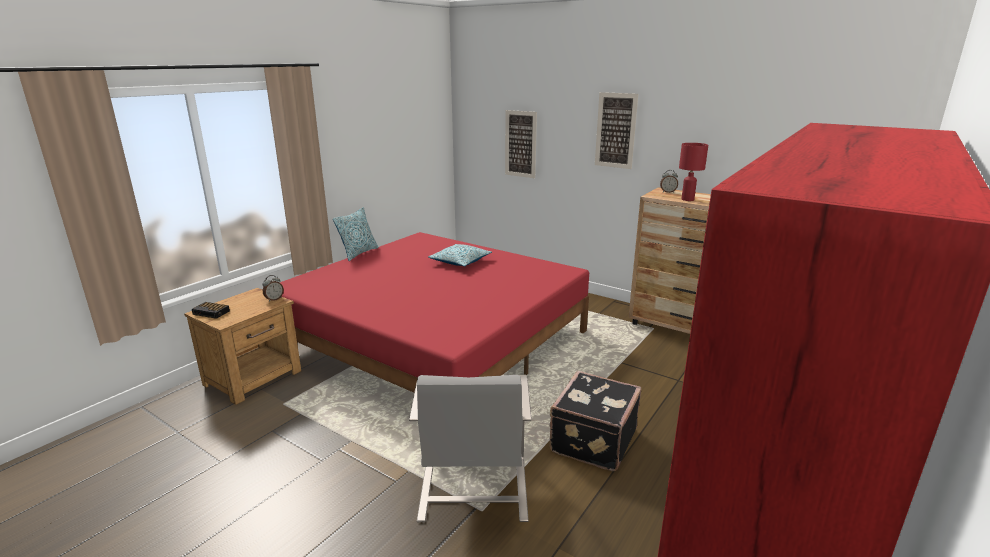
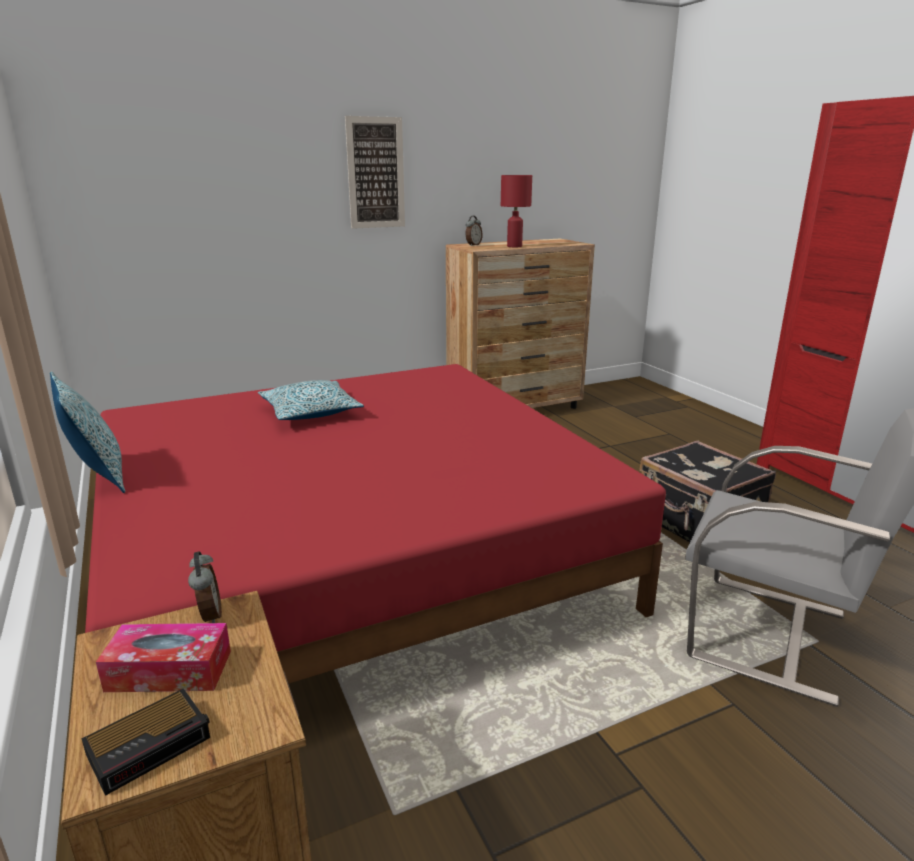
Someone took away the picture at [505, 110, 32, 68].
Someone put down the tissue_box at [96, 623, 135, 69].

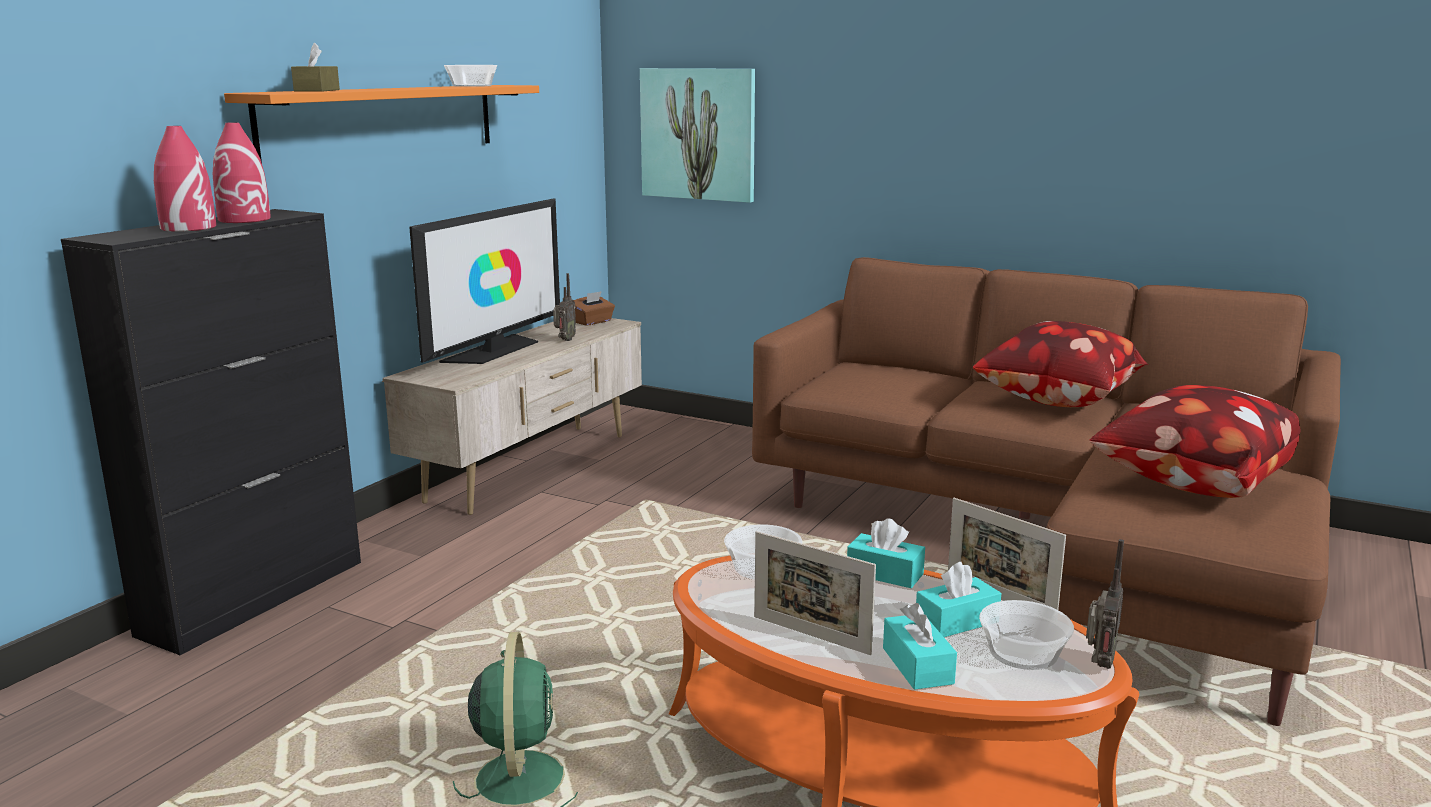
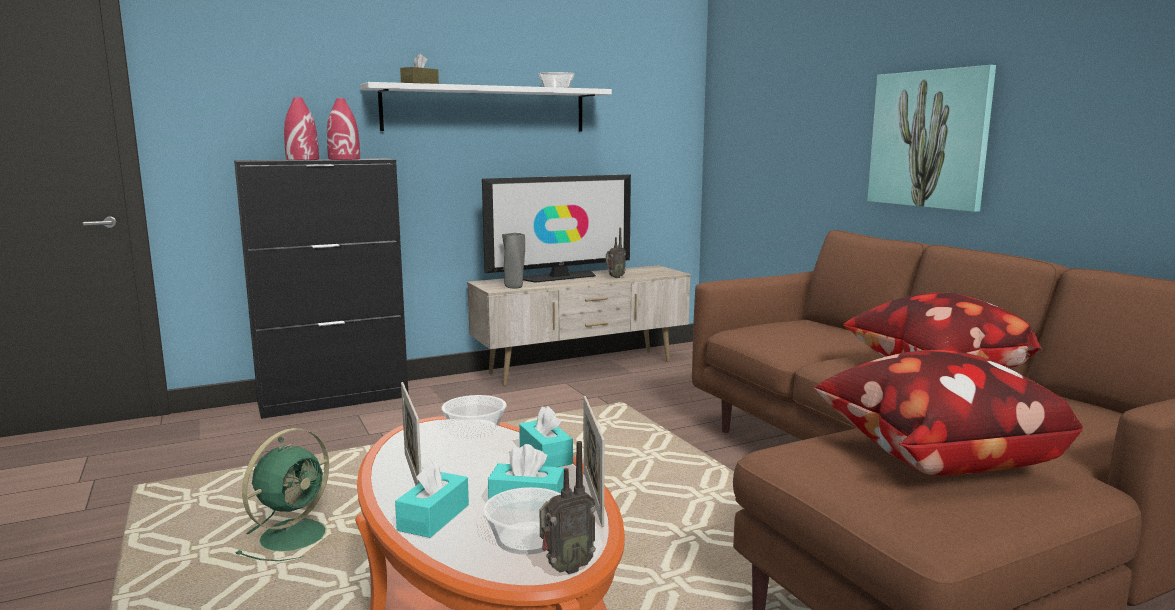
Someone carried the picture from [640, 68, 115, 135] to [867, 65, 129, 147].
Someone repainted the orange_shelf at [224, 85, 315, 78], which became the white_shelf at [360, 82, 252, 49].
Someone took away the brown_tissue_box at [574, 291, 41, 35].
Someone put down the grey_vase at [502, 233, 23, 55].

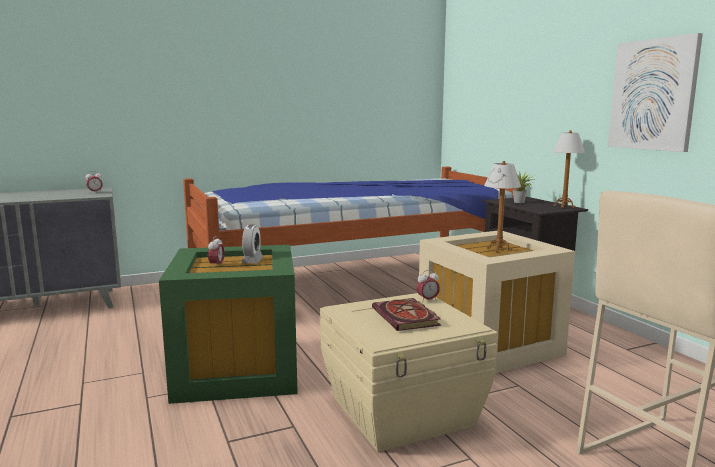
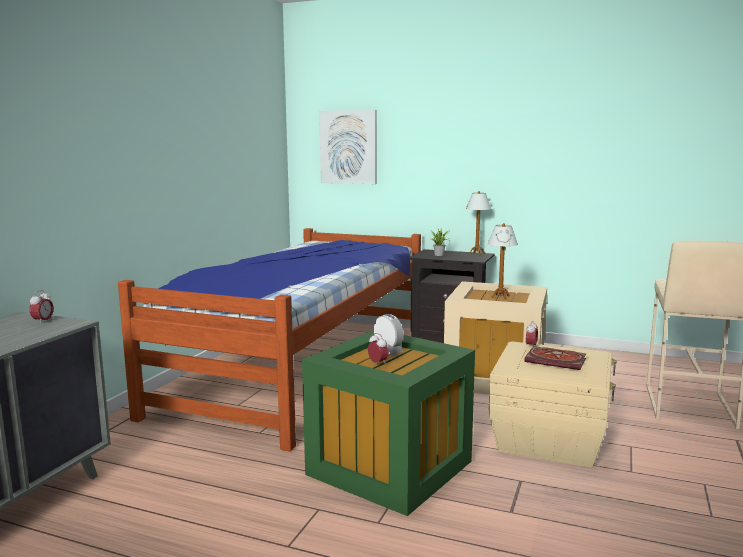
Someone carried the picture from [608, 33, 95, 119] to [319, 110, 58, 74].

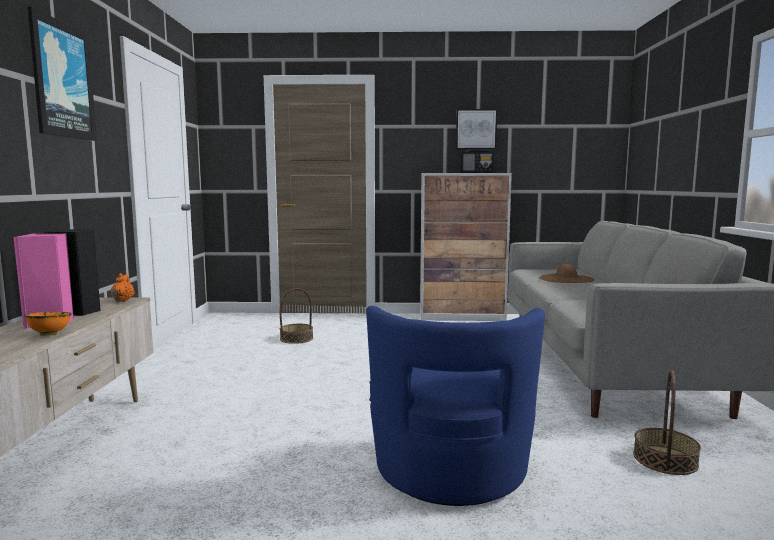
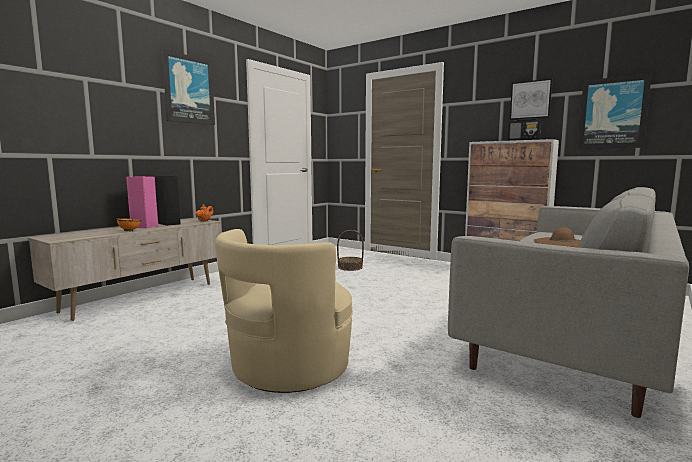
Someone repainted the blue_armchair at [366, 306, 179, 200], which became the beige_armchair at [215, 229, 138, 164].
Someone took away the basket at [633, 370, 68, 105].
Someone put up the picture at [578, 73, 74, 76].

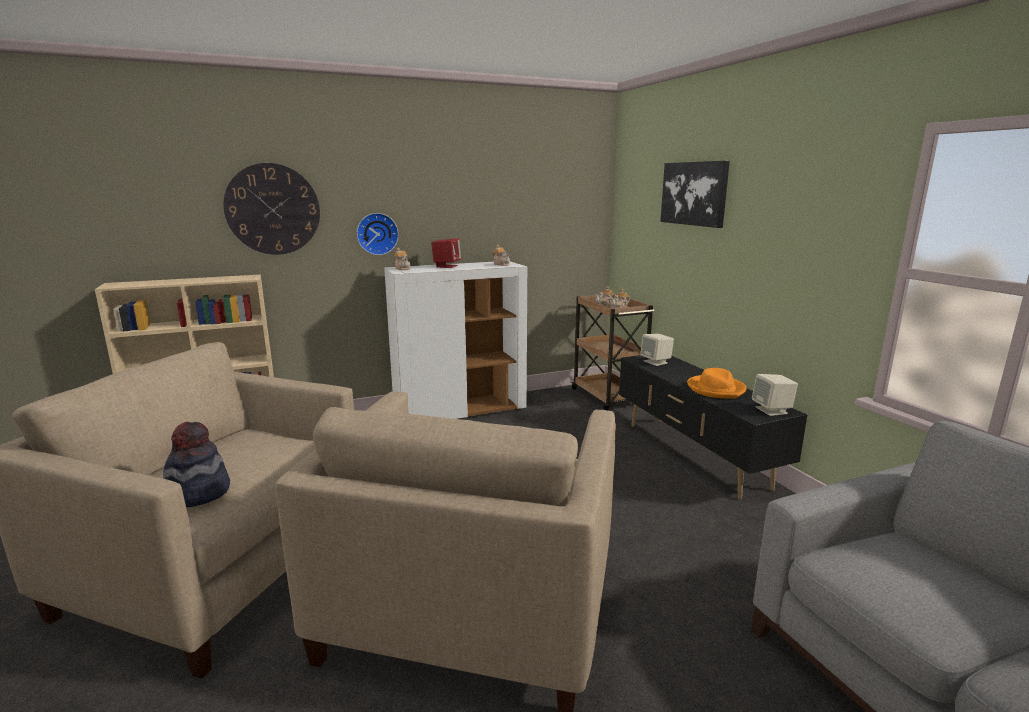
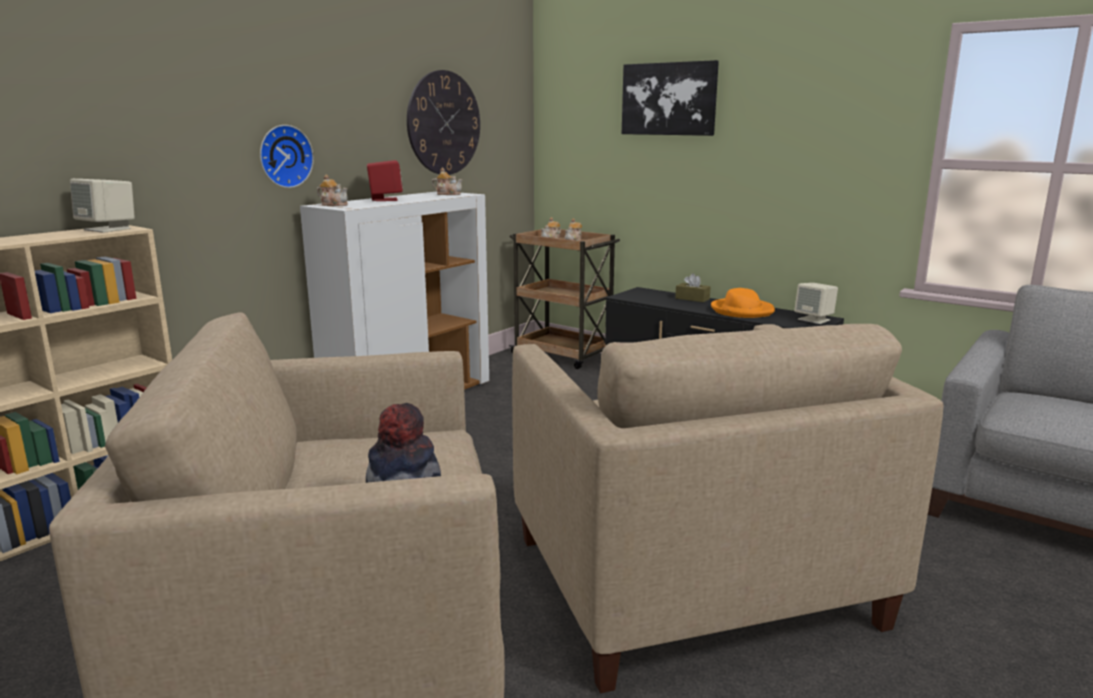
Someone carried the wall_clock from [223, 163, 97, 92] to [407, 70, 73, 105].
Someone carried the beige_speaker from [640, 334, 34, 32] to [70, 179, 65, 54].
Someone put down the brown_tissue_box at [675, 273, 35, 29].

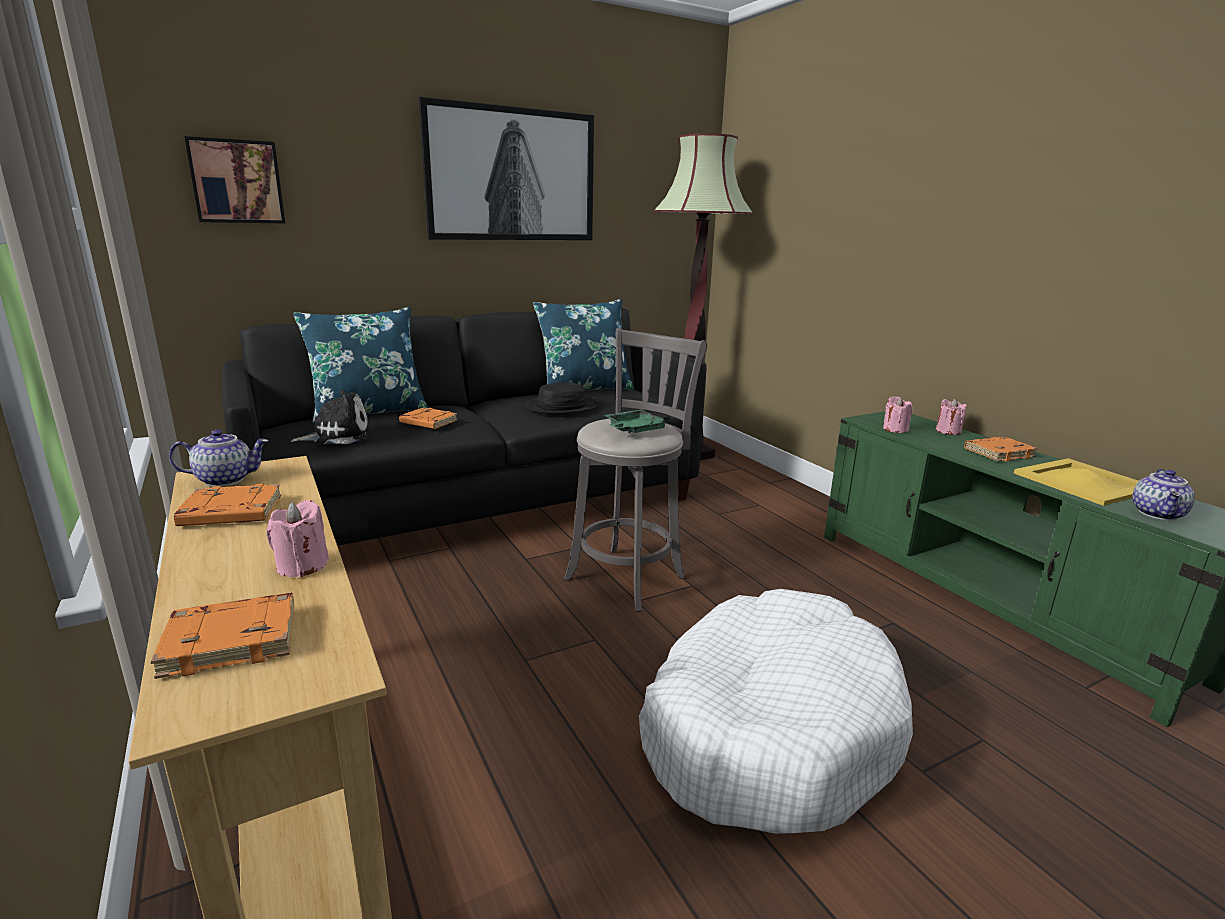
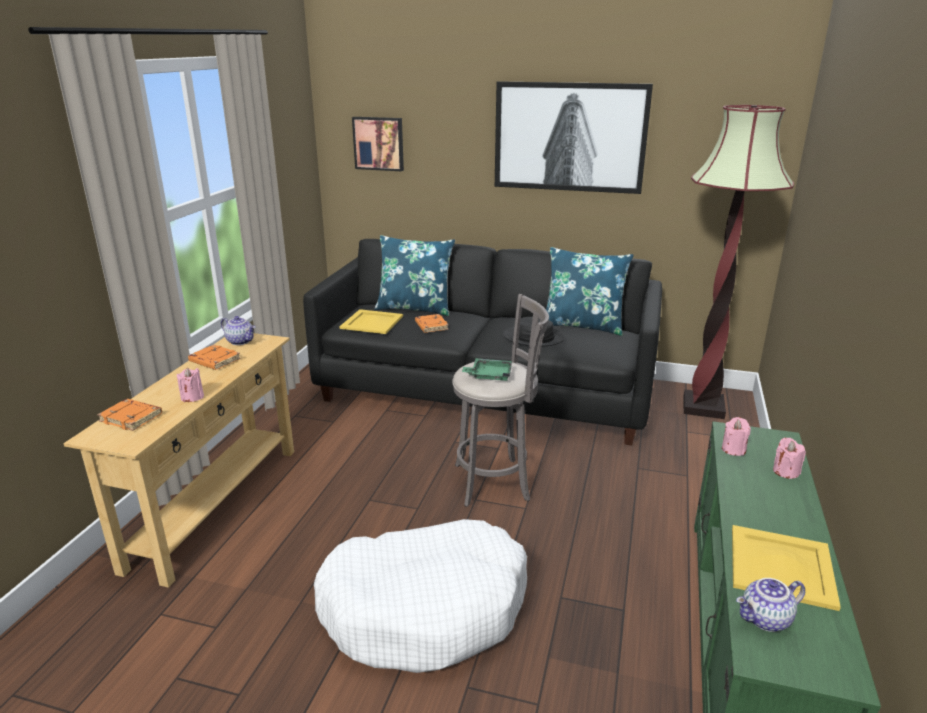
Someone swapped the plush_toy at [290, 390, 78, 54] for the yellow_tray at [339, 309, 64, 25].
Someone took away the orange_book at [964, 436, 74, 26].

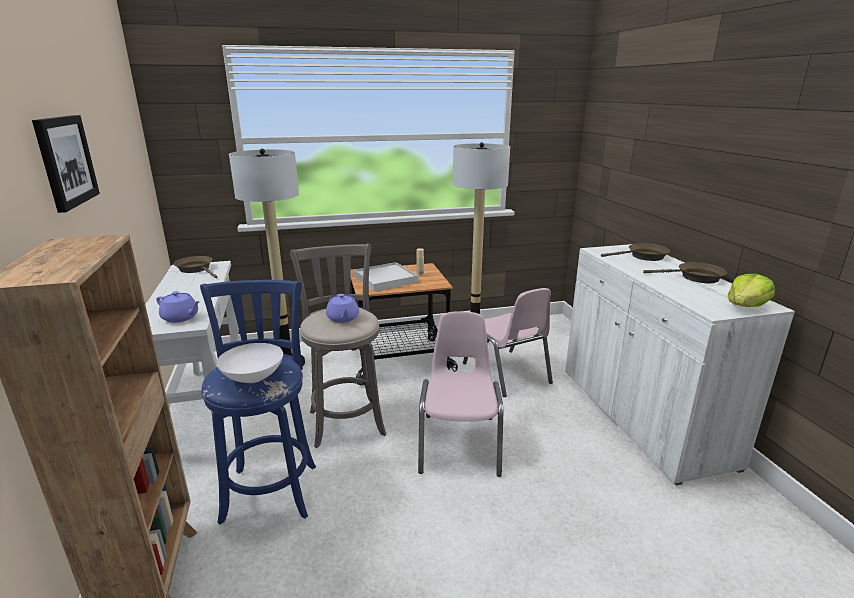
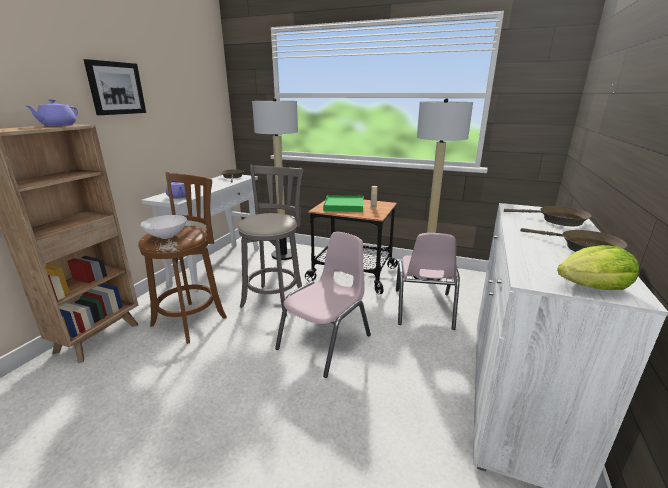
Someone repainted the white_tray at [354, 262, 64, 29], which became the green_tray at [323, 195, 40, 17].
Someone repainted the blue_stool at [200, 280, 116, 244], which became the brown_stool at [138, 172, 89, 172].
Someone carried the purple_teapot from [326, 294, 33, 29] to [26, 99, 52, 27].

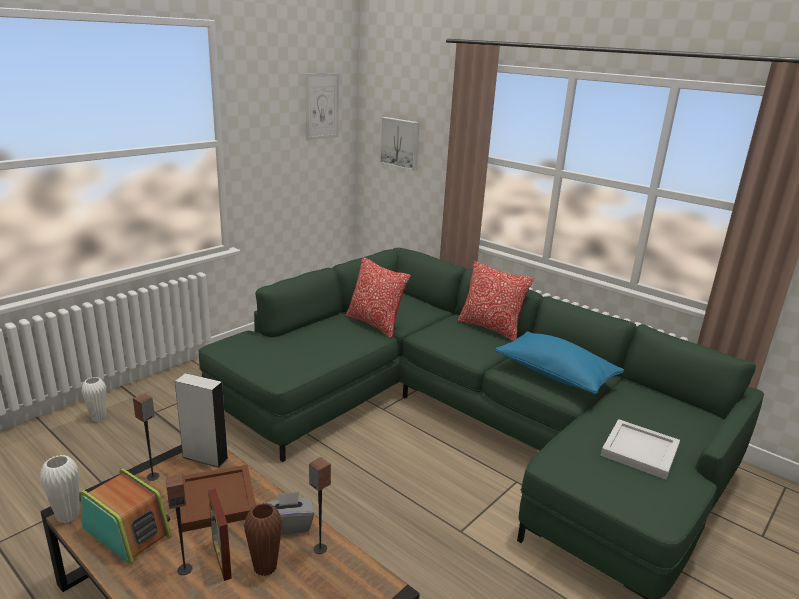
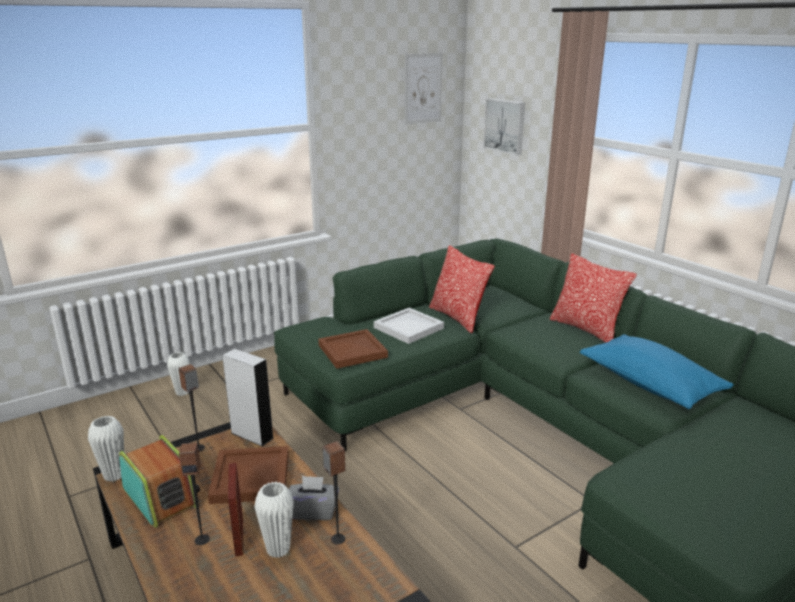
Someone carried the white_tray from [601, 419, 79, 61] to [374, 308, 70, 36].
Someone repainted the brown_vase at [244, 503, 39, 73], which became the white_vase at [254, 482, 40, 76].
Someone put down the brown_tray at [318, 329, 70, 40].

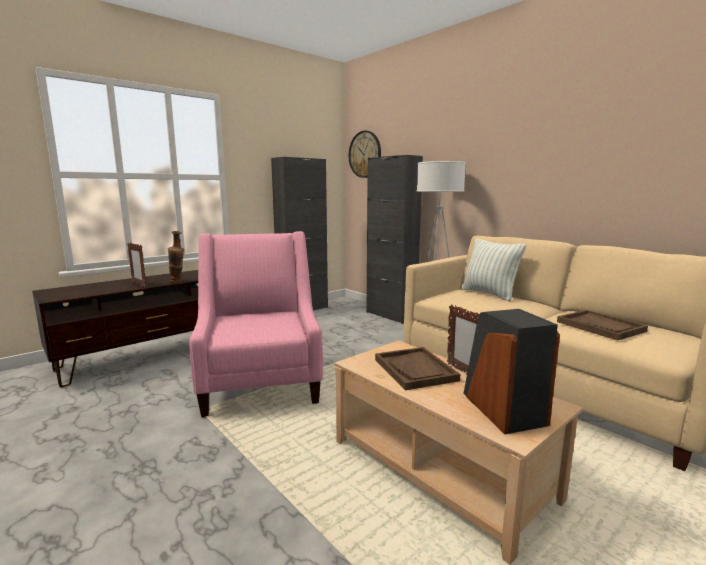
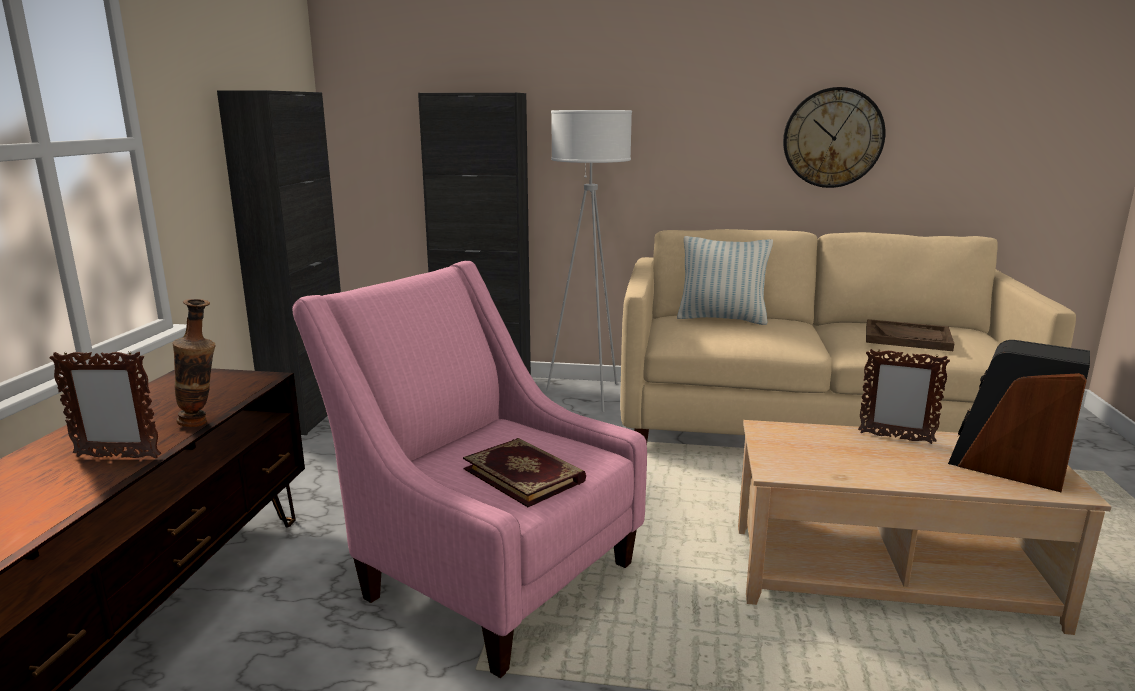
Someone carried the wall_clock from [349, 130, 32, 48] to [783, 87, 102, 101].
Someone took away the brown_tray at [375, 347, 85, 43].
Someone put down the book at [463, 438, 123, 69].

